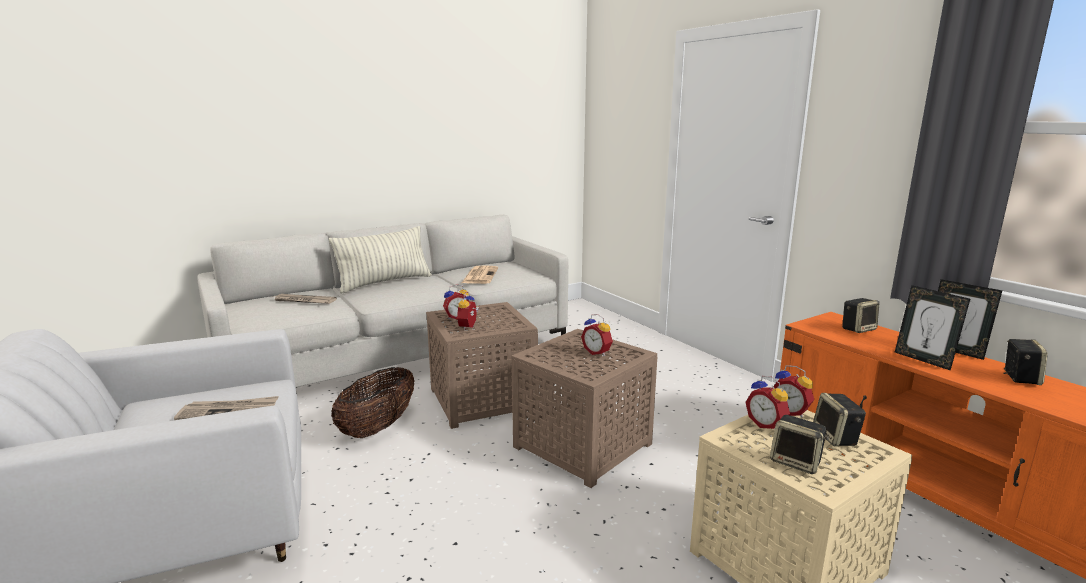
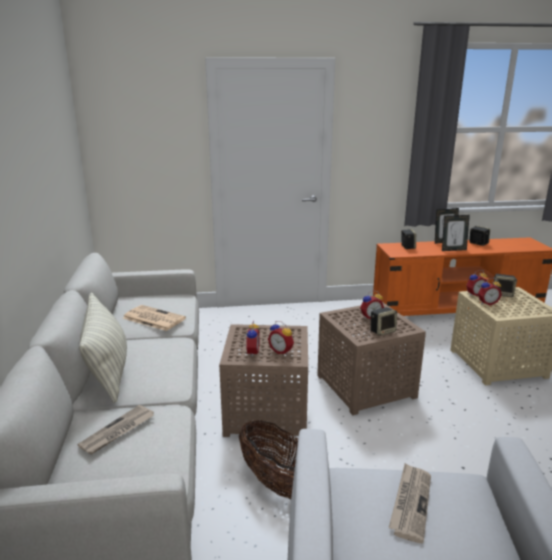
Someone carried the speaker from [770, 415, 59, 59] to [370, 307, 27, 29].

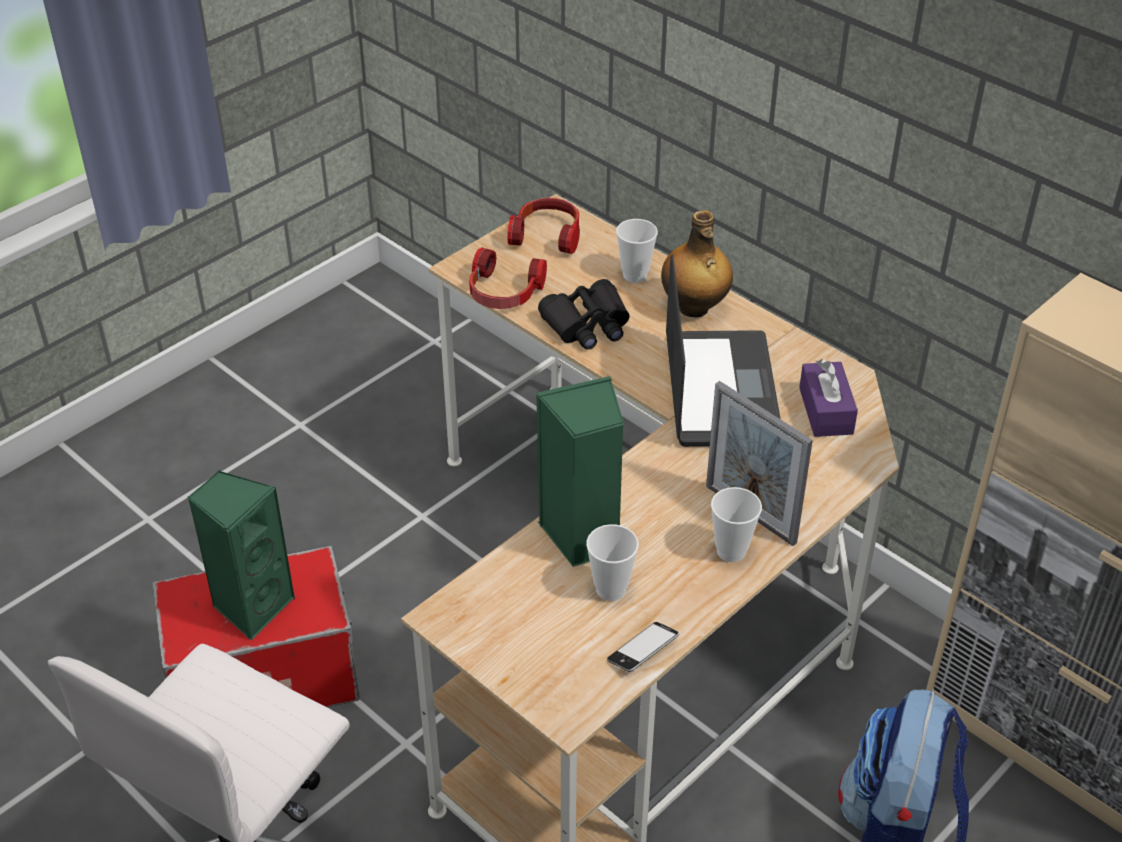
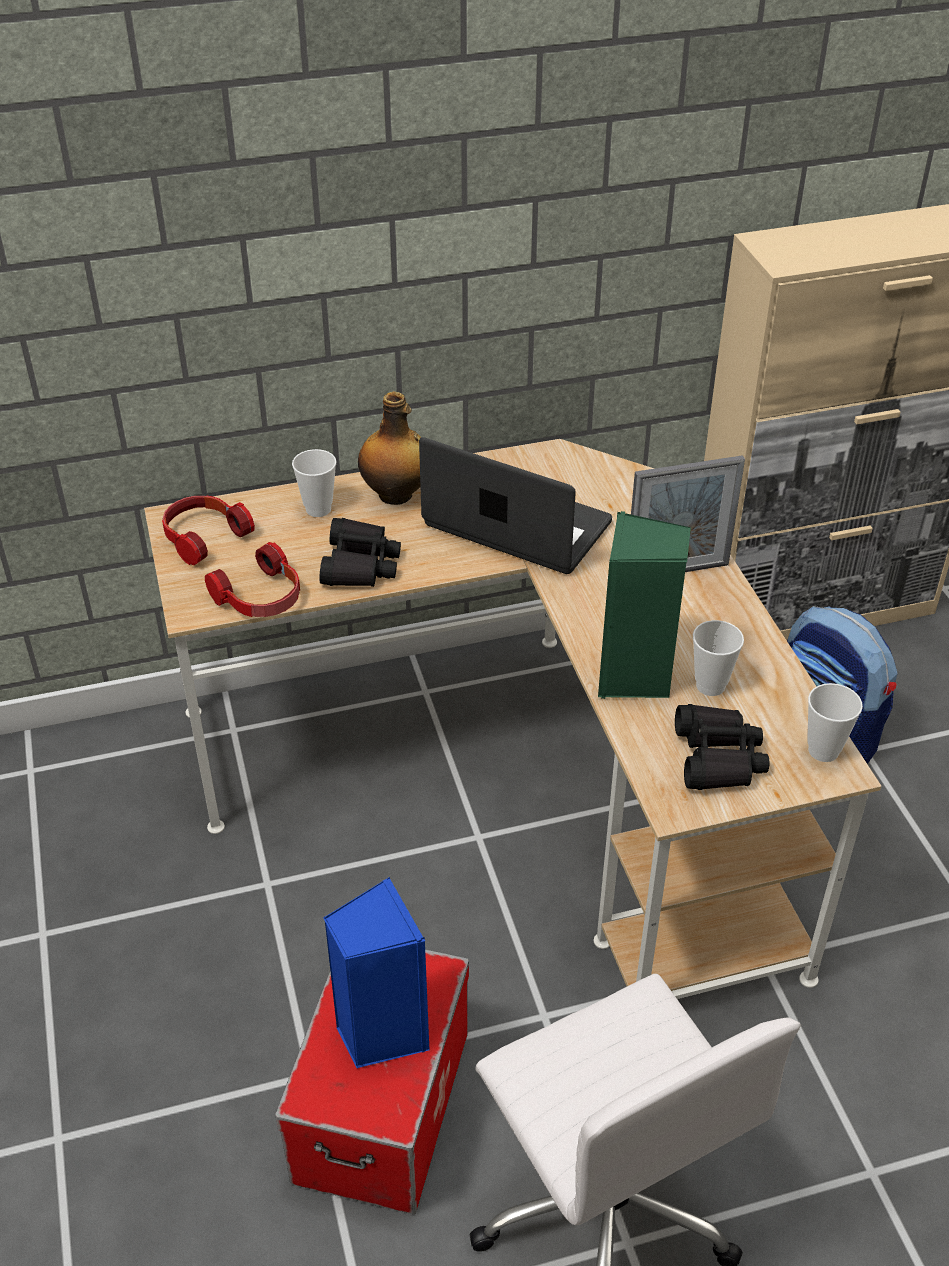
Someone took away the purple_tissue_box at [799, 359, 59, 78].
Someone repainted the green_speaker at [187, 470, 108, 170], which became the blue_speaker at [323, 878, 106, 190].
Someone carried the cup from [711, 487, 51, 75] to [807, 683, 56, 79].
Someone took away the phone at [607, 622, 72, 50].
Someone put down the black_binoculars at [675, 704, 94, 86].

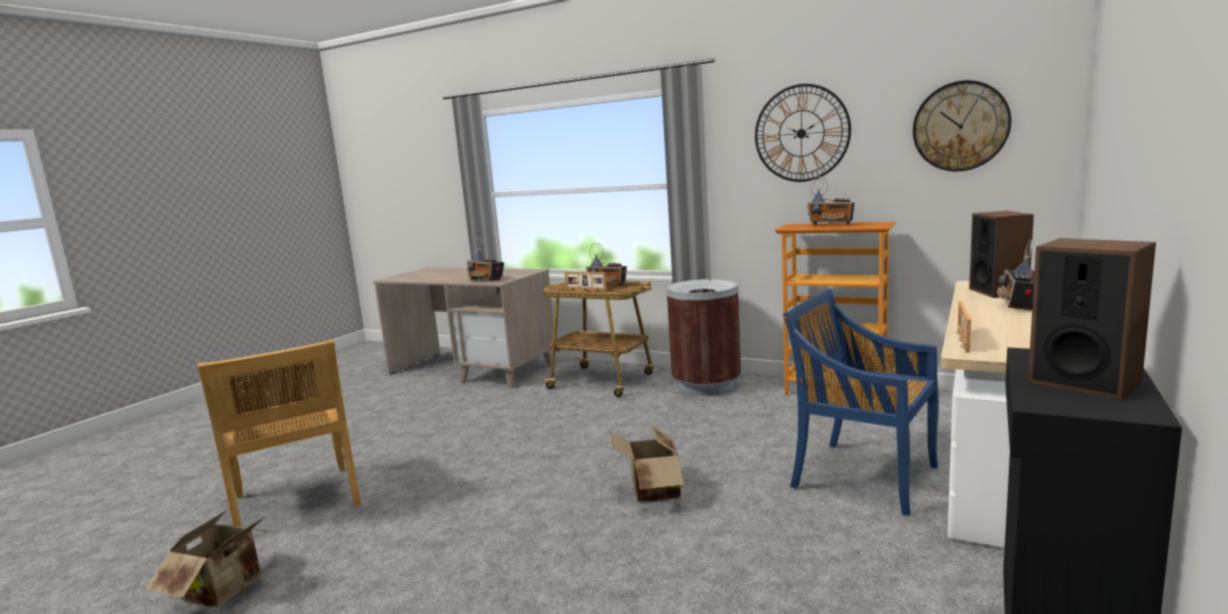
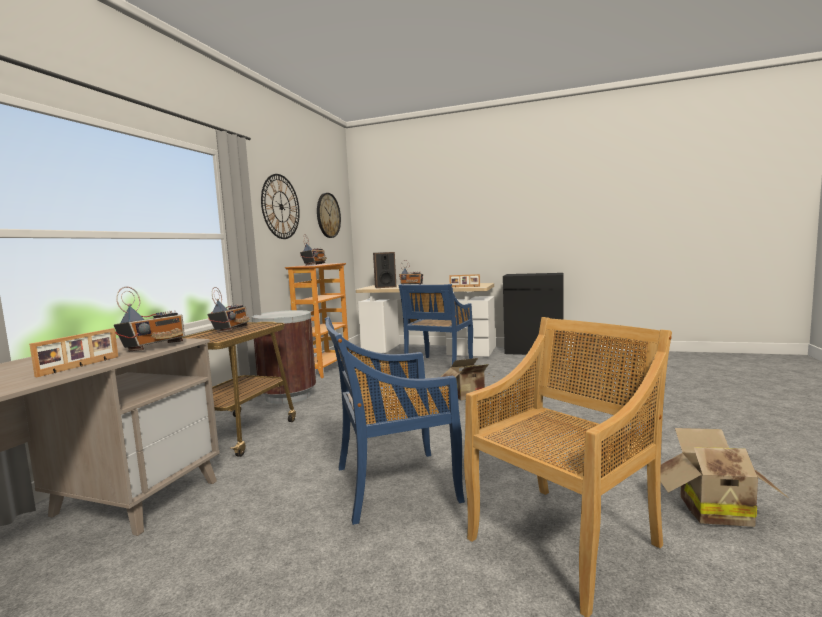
Someone took away the speaker at [1028, 238, 128, 162].
Someone carried the picture_frame from [565, 272, 42, 20] to [29, 328, 89, 49].
Someone put down the blue_chair at [325, 317, 140, 208].

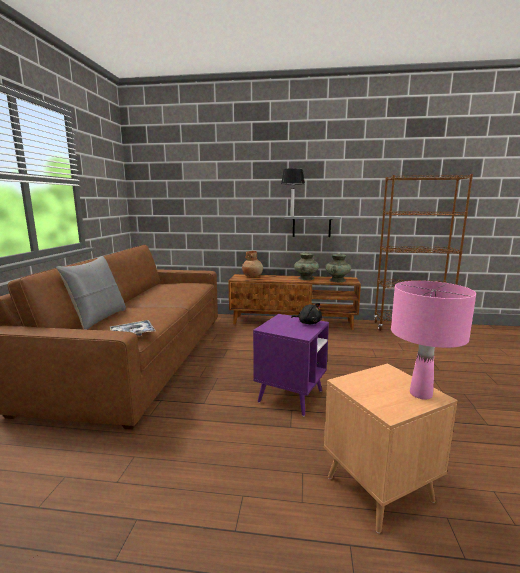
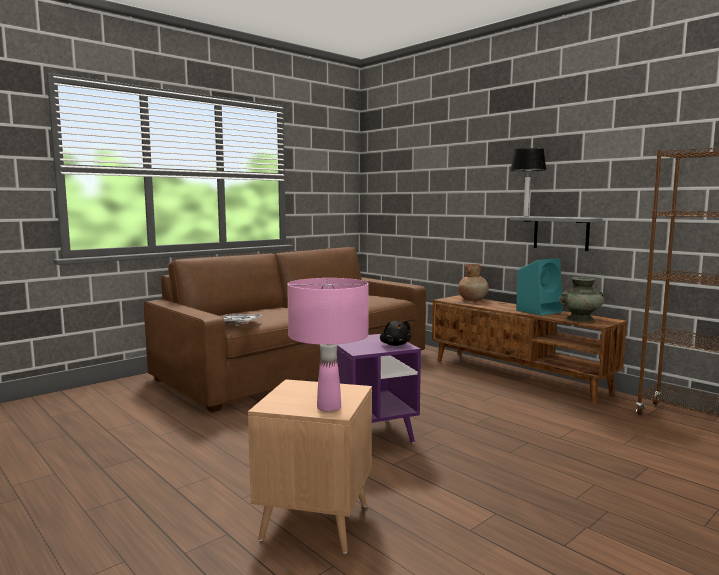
Someone swapped the turquoise_vase at [294, 253, 25, 27] for the turquoise_speaker at [516, 258, 47, 58].
Someone took away the grey_pillow at [56, 256, 70, 74].

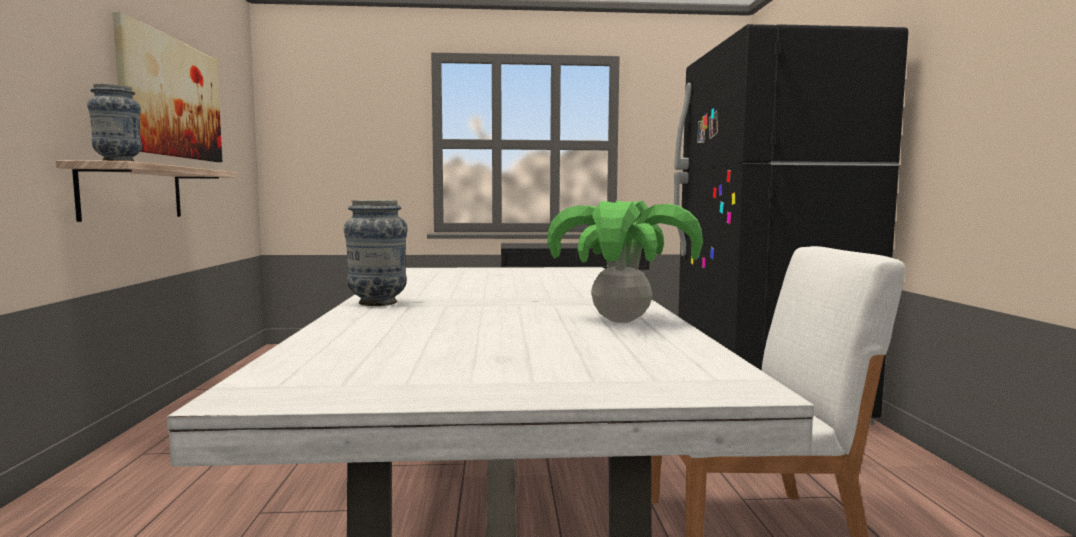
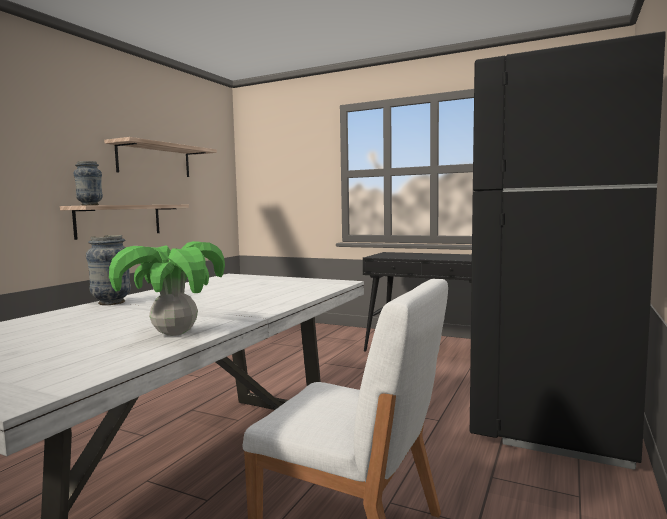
Someone swapped the picture at [112, 12, 110, 150] for the shelf at [104, 137, 113, 40].

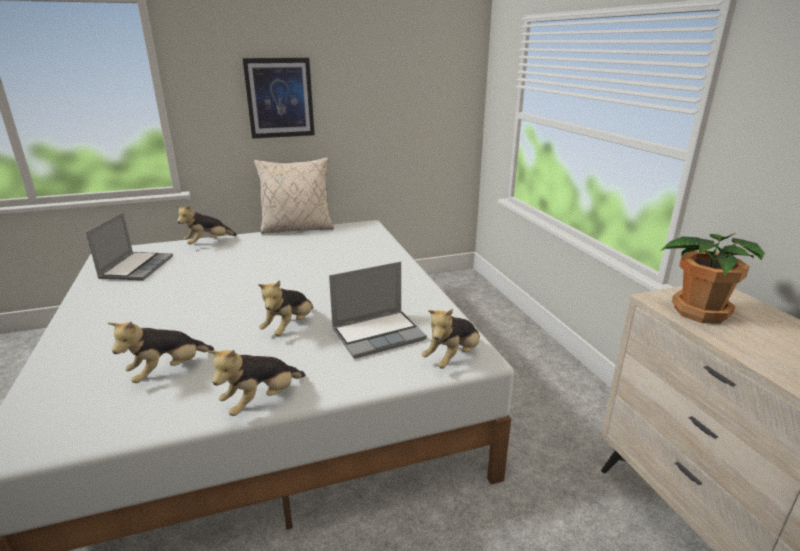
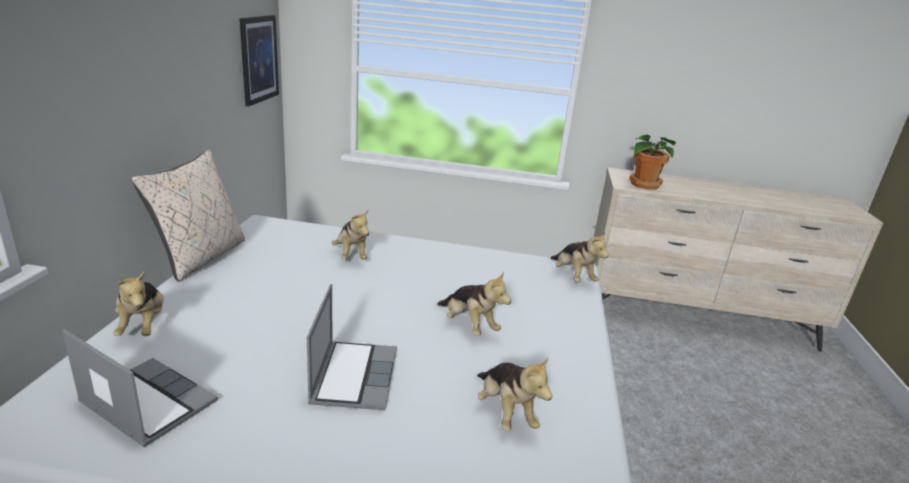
Someone carried the picture from [242, 58, 73, 81] to [239, 15, 40, 91].
Someone carried the laptop from [329, 262, 98, 97] to [307, 284, 90, 126].
Someone carried the plush_toy from [207, 350, 98, 66] to [332, 210, 37, 50].

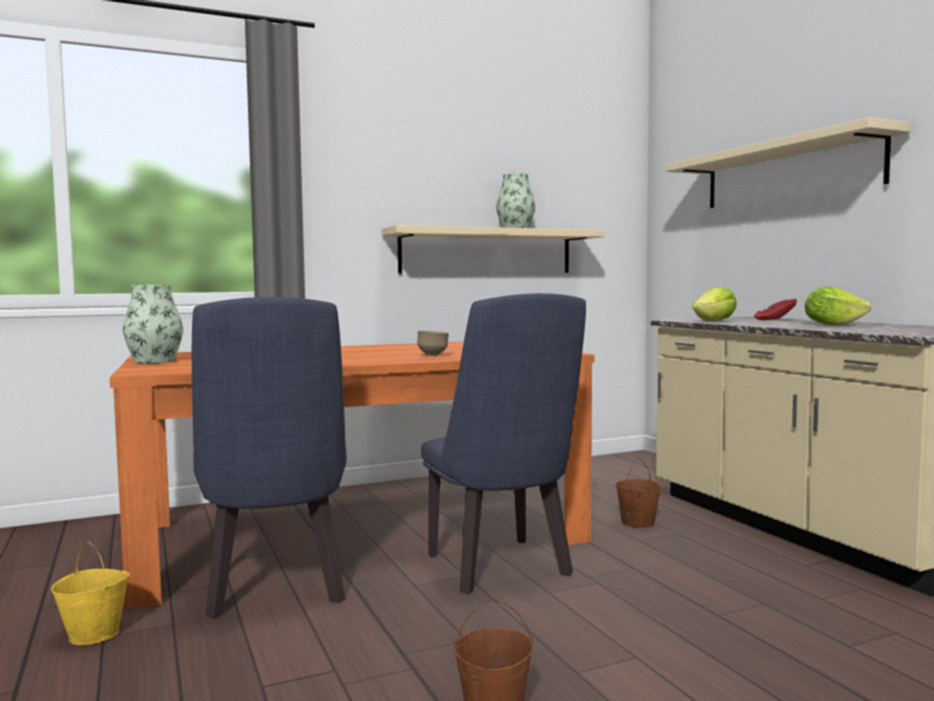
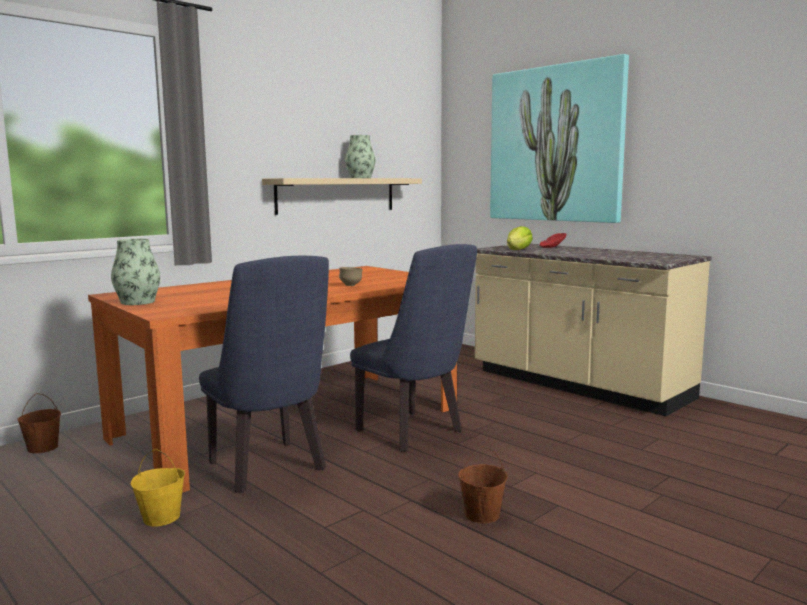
Someone swapped the beige_shelf at [665, 117, 246, 91] for the picture at [490, 54, 139, 169].
Someone took away the lettuce at [805, 287, 66, 38].
Someone carried the brown_bucket from [615, 458, 47, 70] to [17, 393, 44, 60].

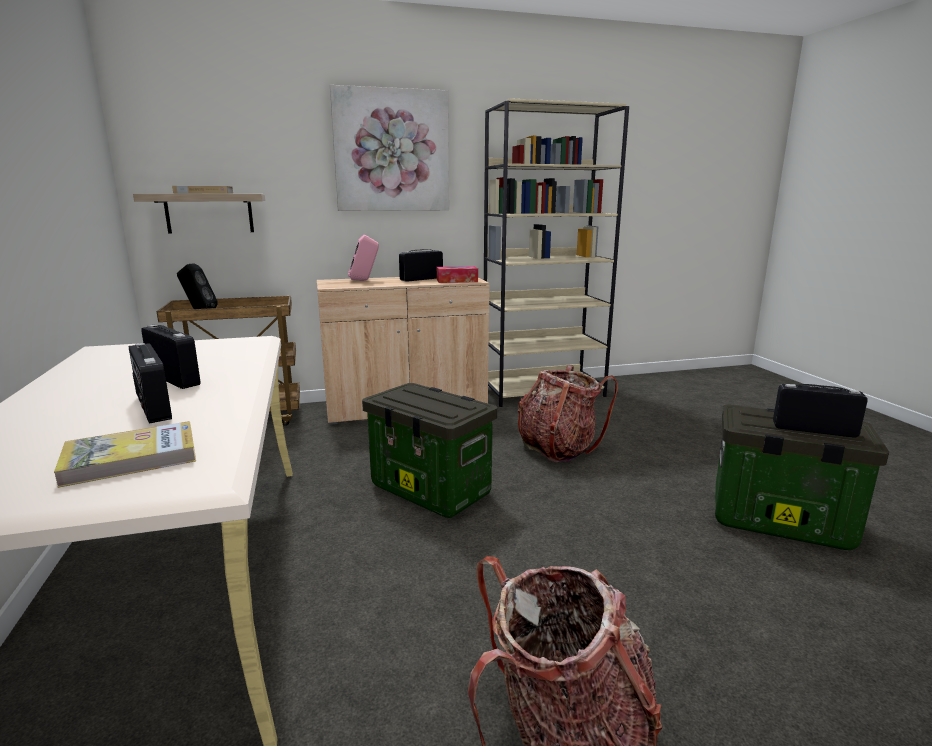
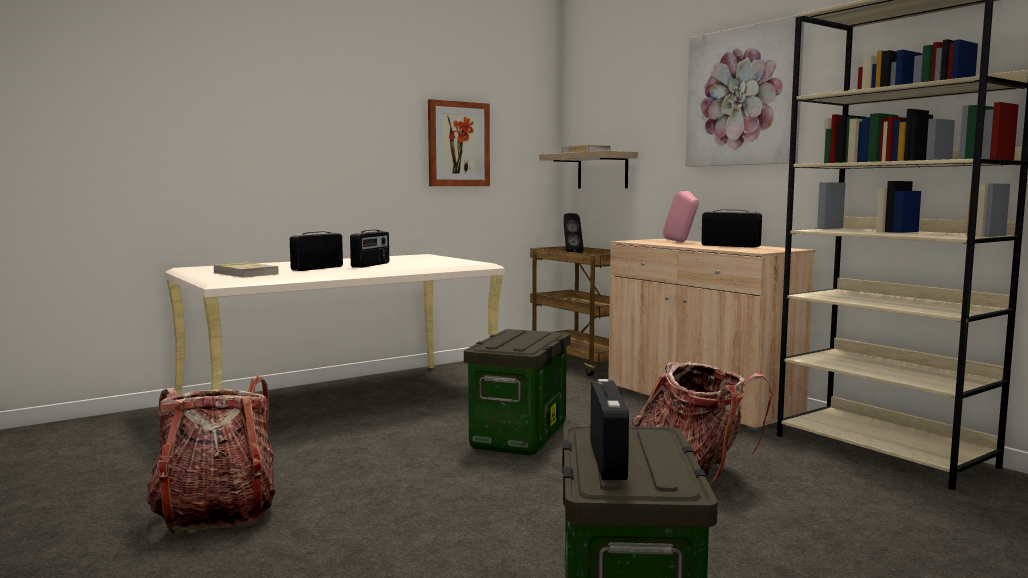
Someone took away the tissue_box at [437, 266, 41, 17].
Someone put up the picture at [428, 99, 62, 87].

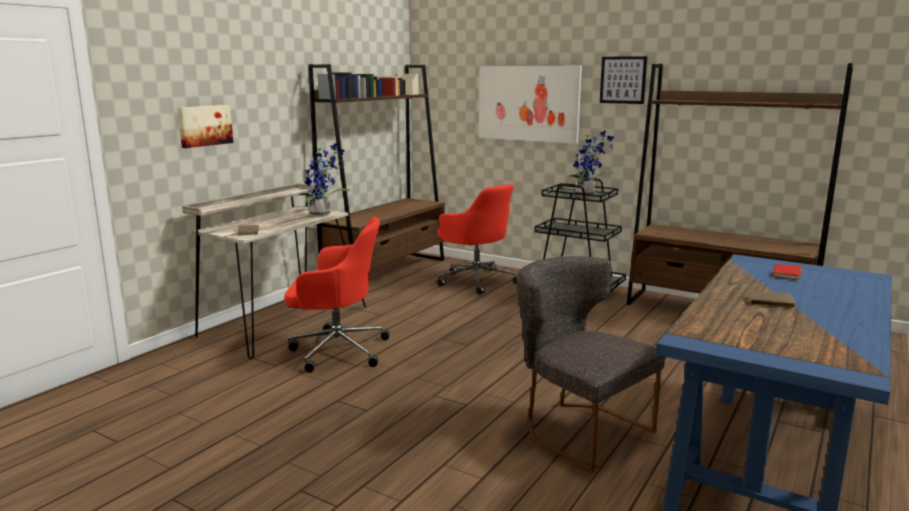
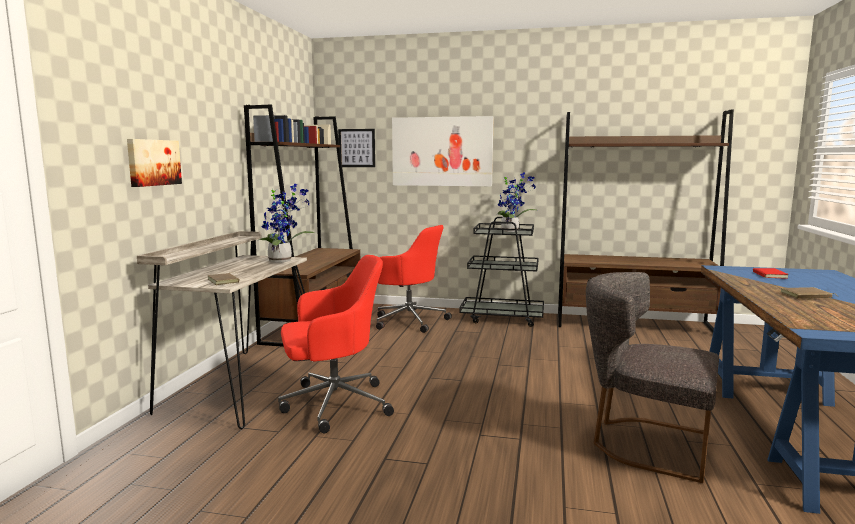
Someone carried the picture from [600, 56, 47, 48] to [338, 129, 37, 38].

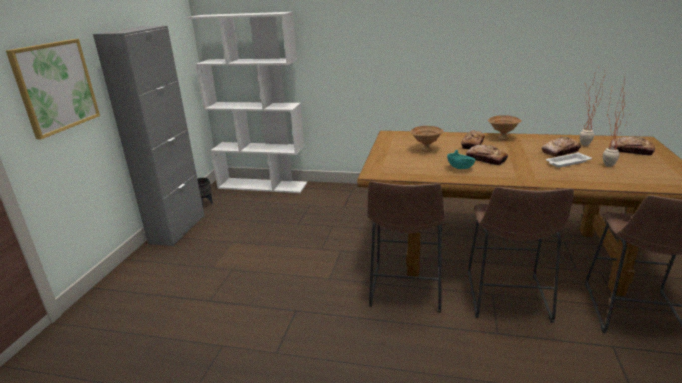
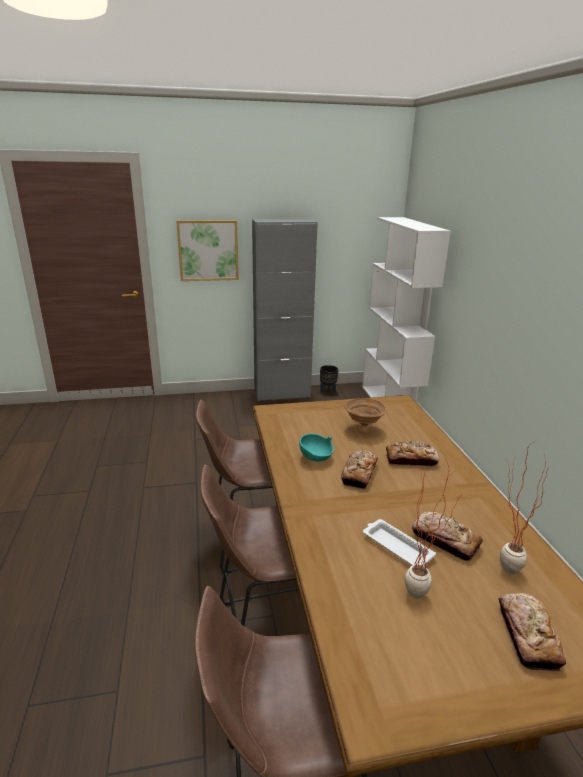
Someone took away the brown_bowl at [488, 115, 33, 25].

